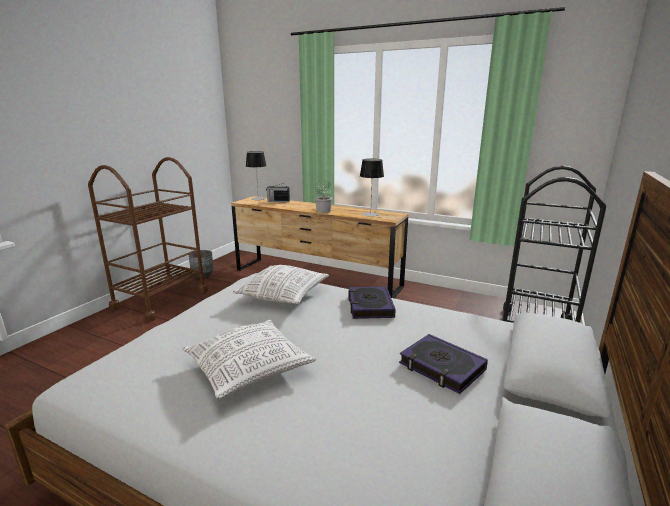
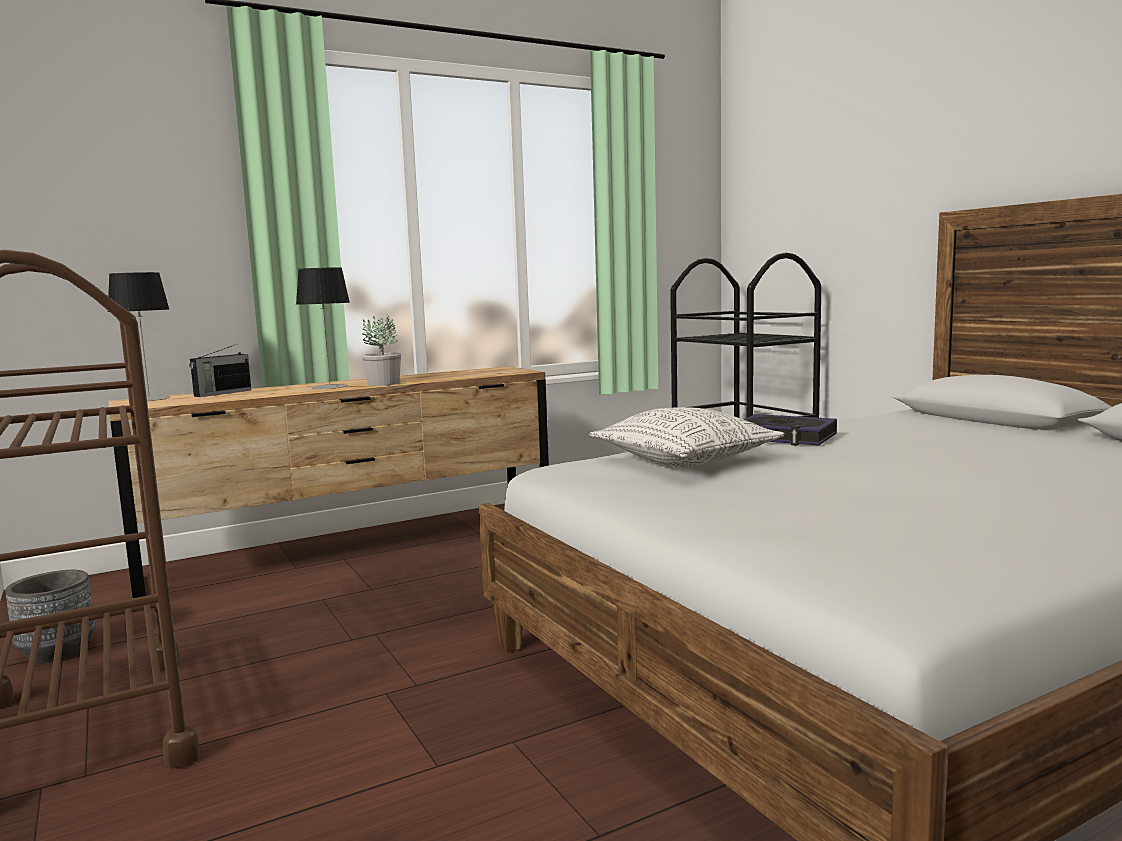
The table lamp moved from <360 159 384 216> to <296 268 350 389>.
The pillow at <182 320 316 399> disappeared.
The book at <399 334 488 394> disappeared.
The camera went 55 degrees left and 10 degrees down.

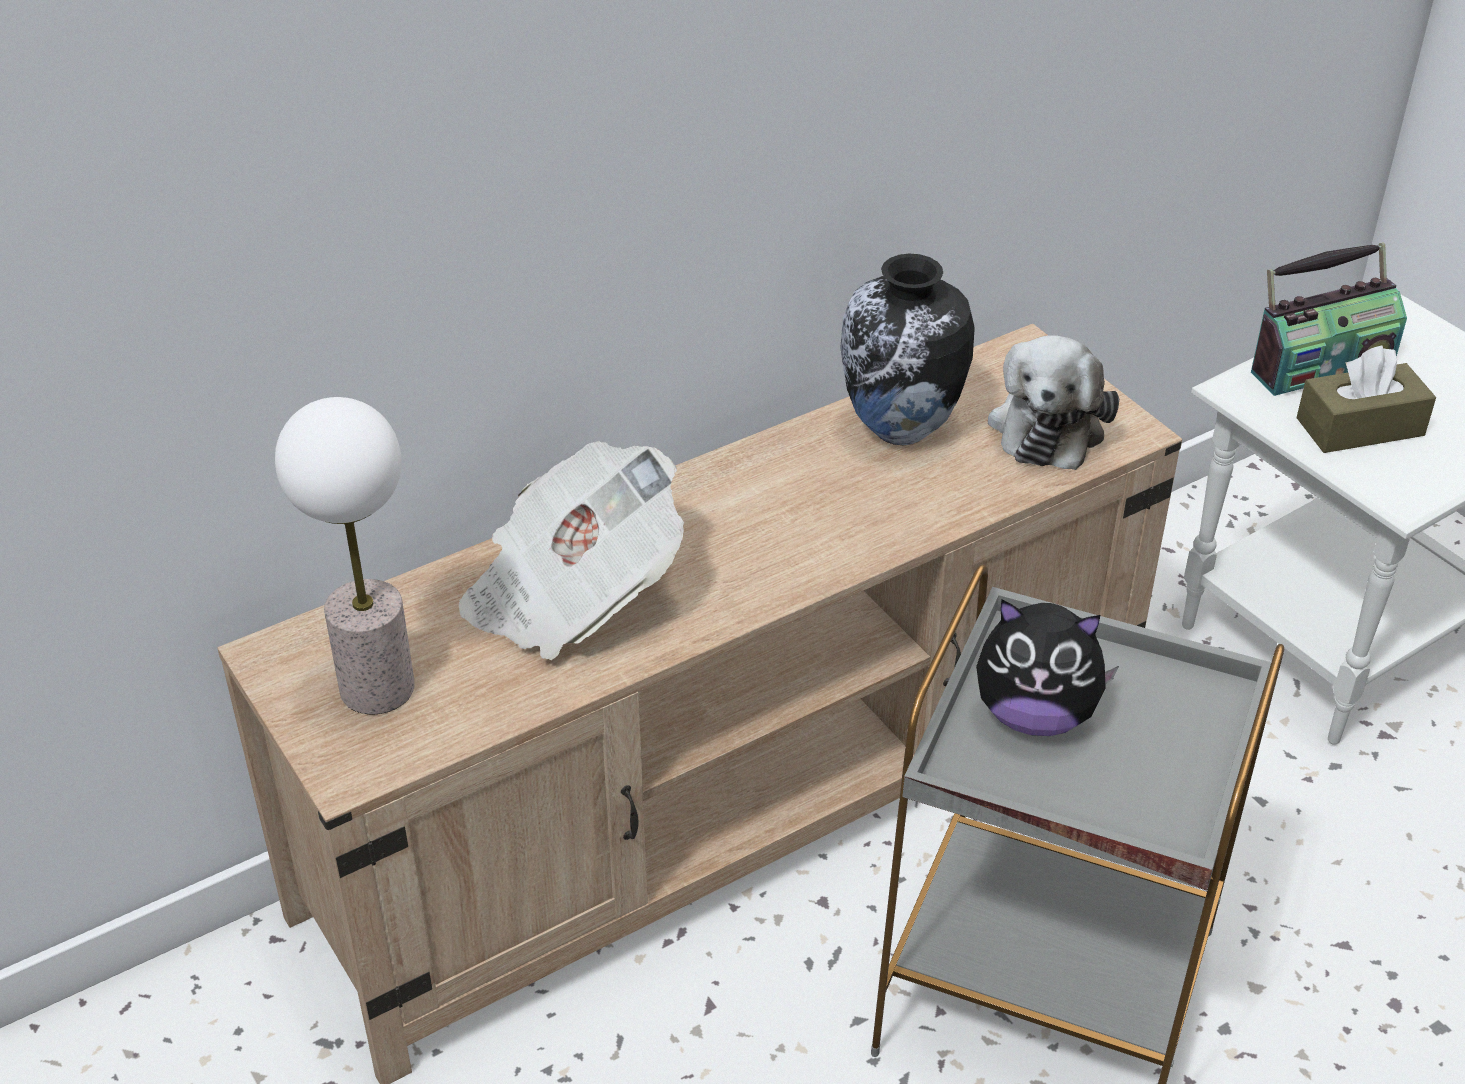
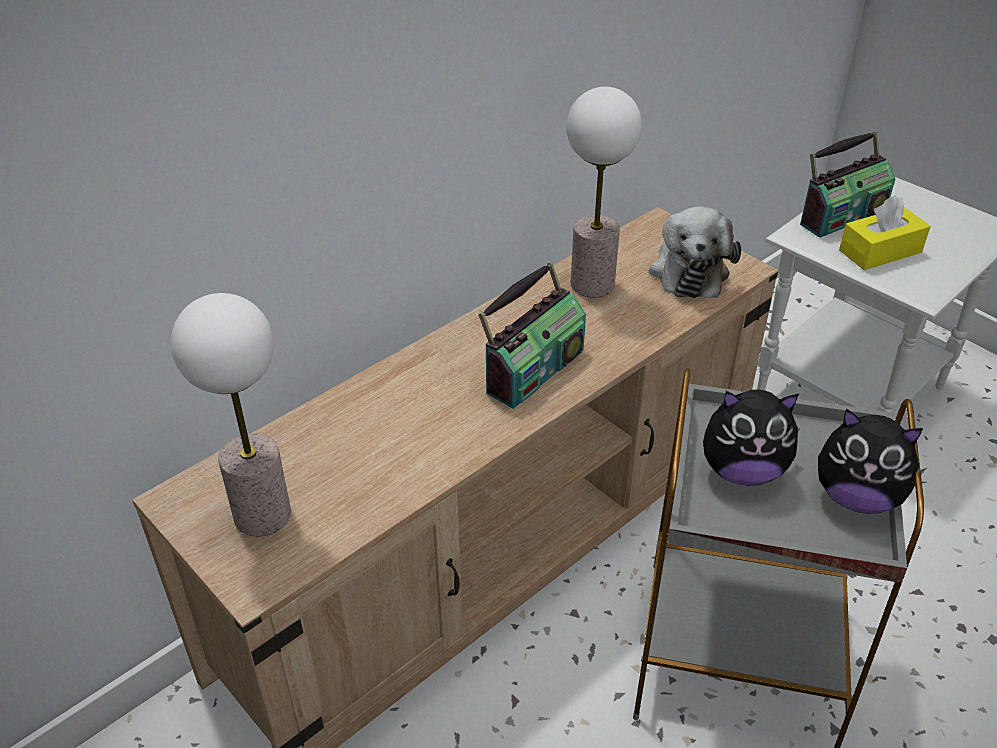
The vase at <840 254 975 445> was replaced by the table lamp at <567 87 642 297>.
The brown tissue box at <1296 345 1436 453> became the yellow tissue box at <839 195 931 270>.
The newspaper at <458 441 684 660> disappeared.
The radio at <479 262 586 409> appeared.
The plush toy at <818 408 926 514> appeared.
The camera went 10 degrees left and 0 degrees up.

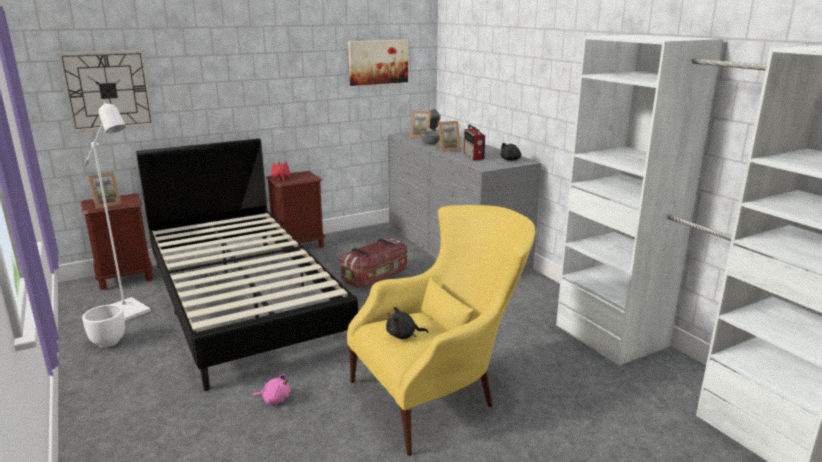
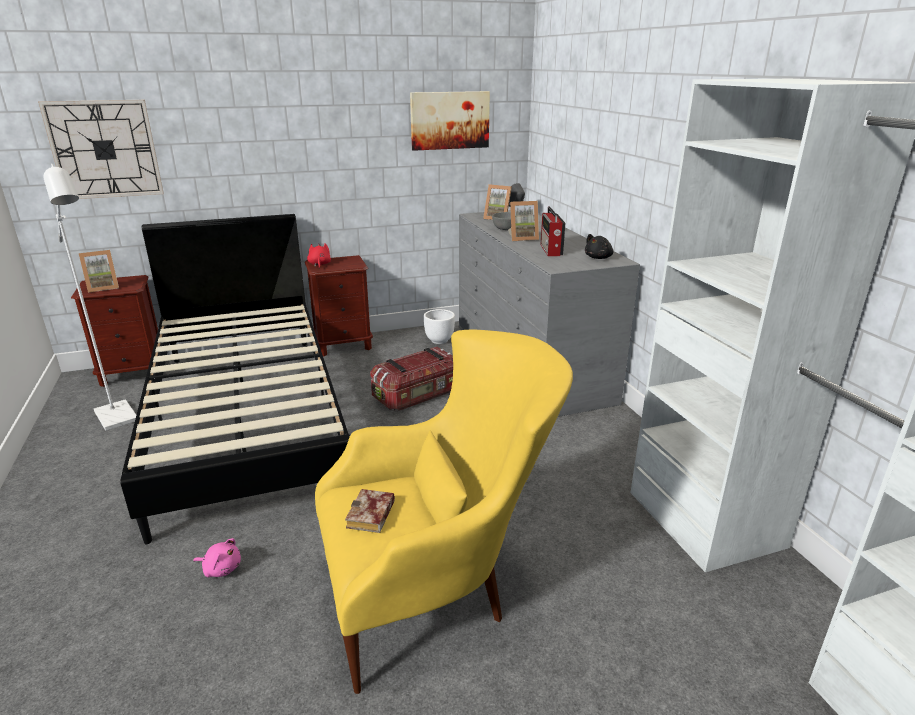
The white planter moved from <82 305 125 347> to <424 309 455 344>.
The black plush toy at <386 307 429 339> was replaced by the book at <345 489 395 533>.
The camera went 10 degrees right and 5 degrees up.

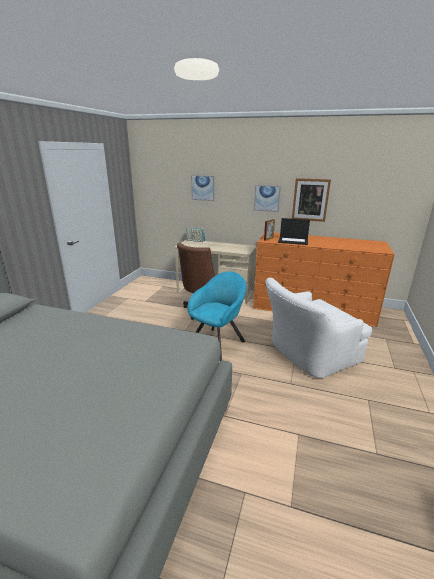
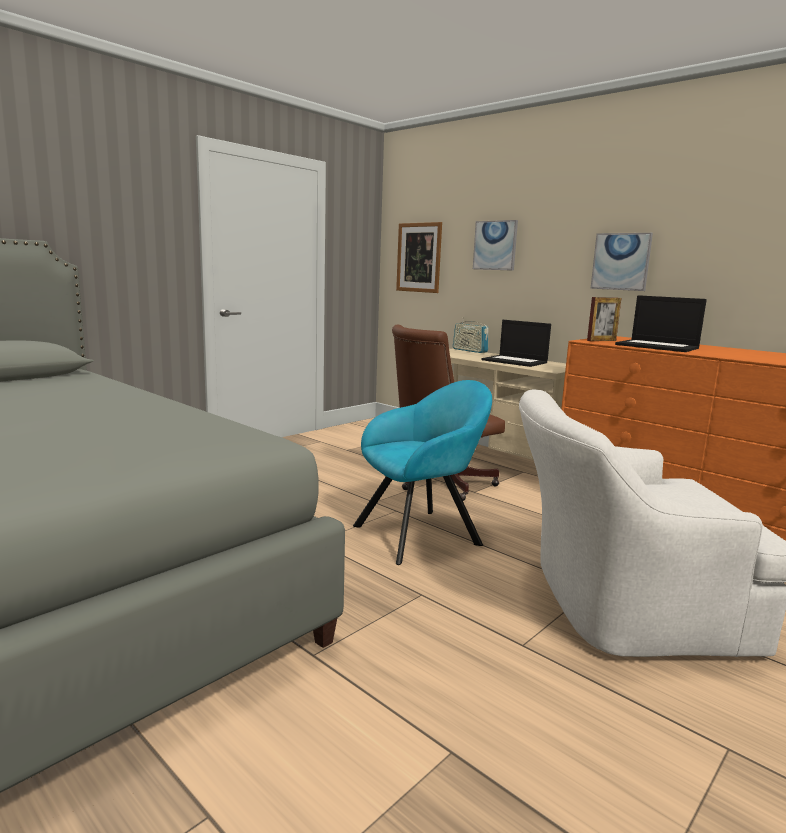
The picture moved from <292 178 331 222> to <396 222 442 293>.
The laptop at <482 320 551 367> appeared.
The camera went 25 degrees right and 10 degrees down.

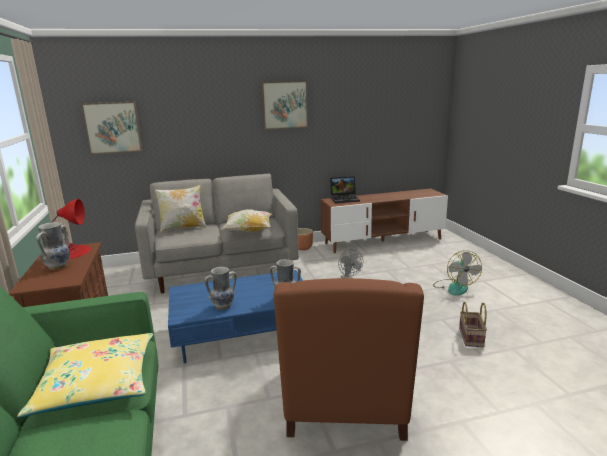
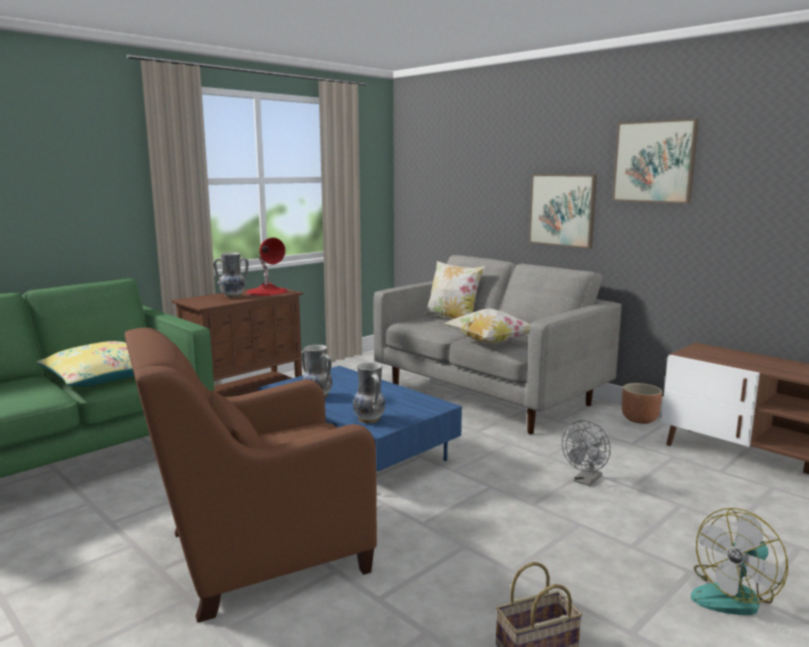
The picture moved from <81 102 142 154> to <529 174 597 249>.
The laptop at <330 176 360 203> disappeared.
The camera went 60 degrees right and 5 degrees down.

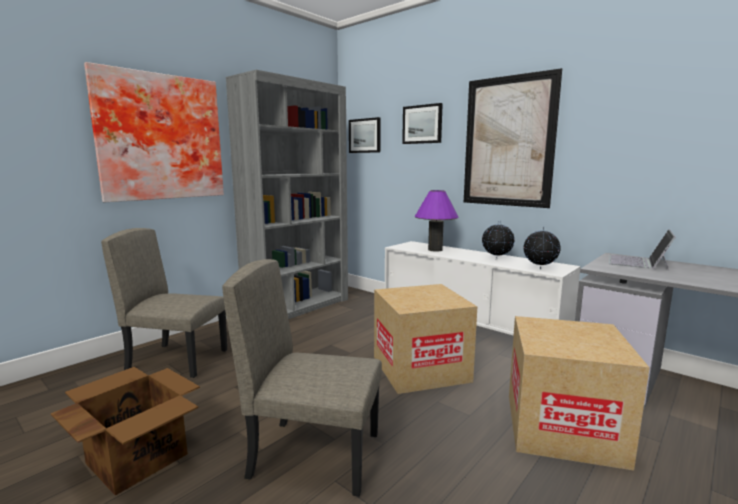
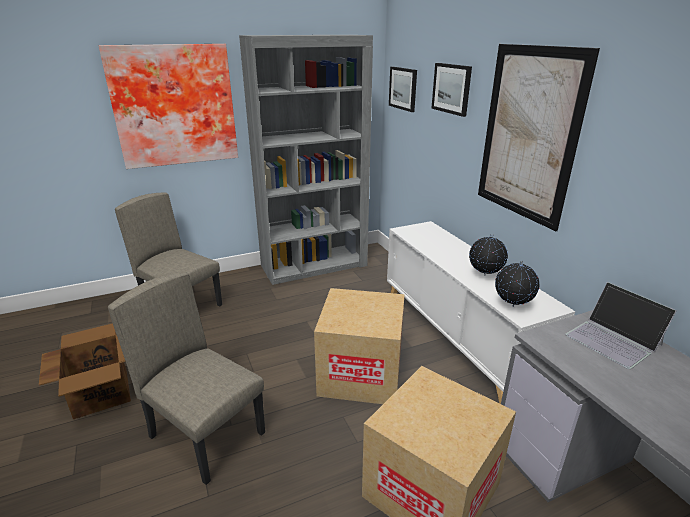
The purple table lamp at <415 190 458 252> disappeared.
The laptop at <609 229 676 271> turned 90 degrees counterclockwise.
The camera went 25 degrees right and 15 degrees up.

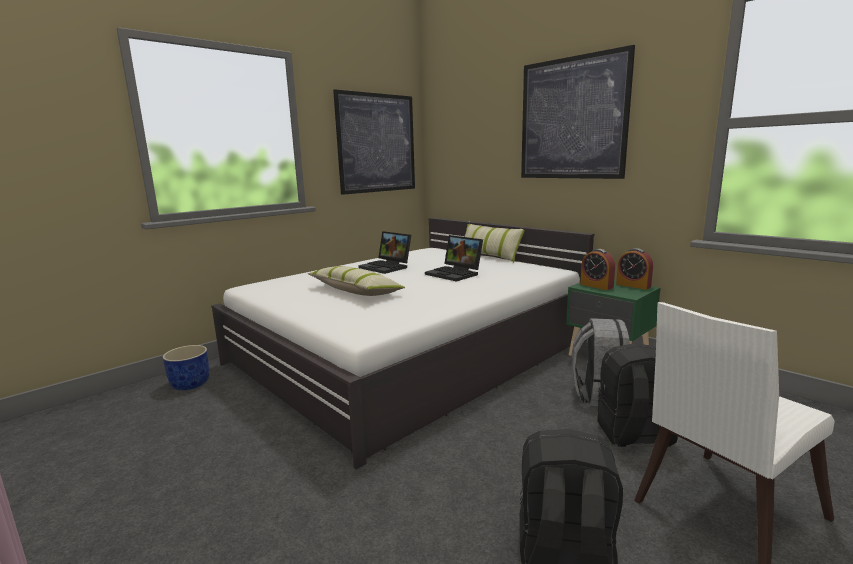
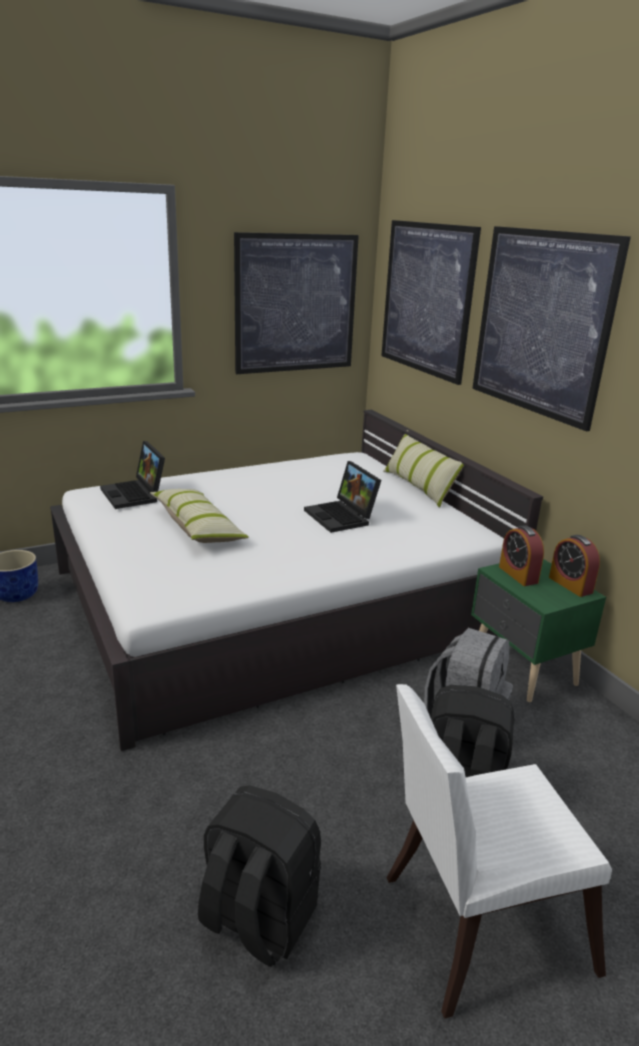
The laptop moved from <358 231 411 274> to <100 441 165 509>.
The picture at <381 220 481 385> appeared.
The camera went 15 degrees right and 10 degrees up.

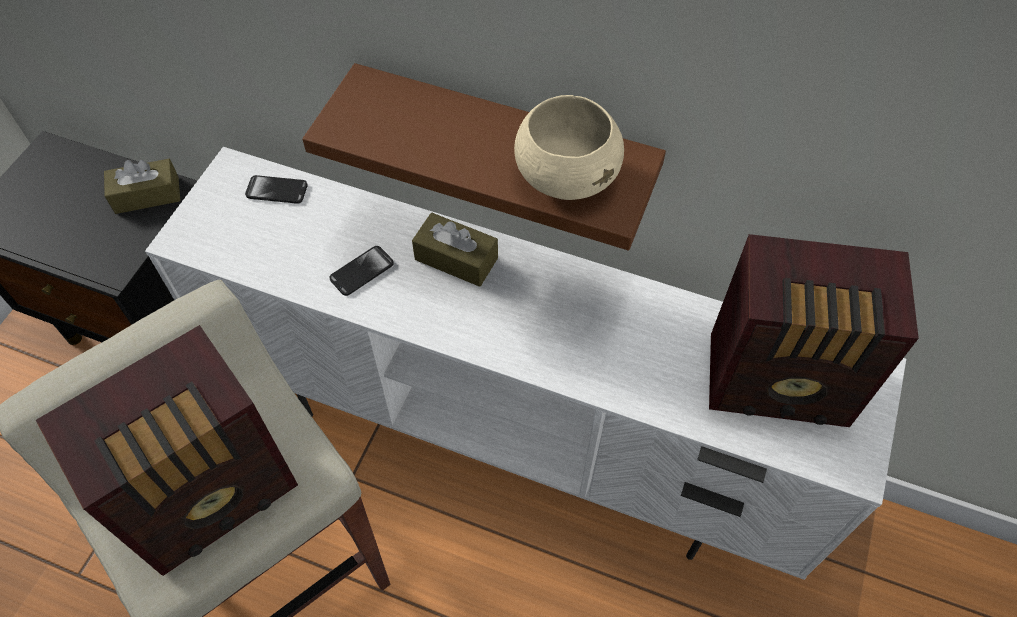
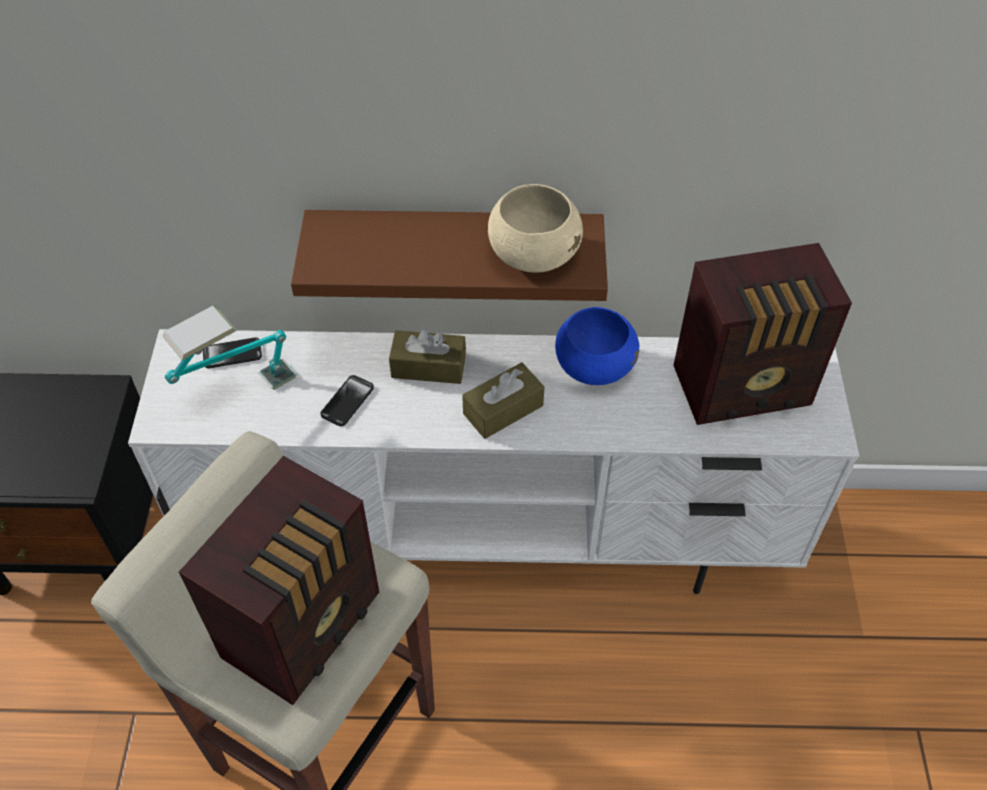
The brown tissue box moved from <104 159 180 214> to <462 362 544 439>.
The table lamp at <163 306 296 390> appeared.
The blue bowl at <555 307 639 385> appeared.
The camera went 20 degrees left and 5 degrees down.

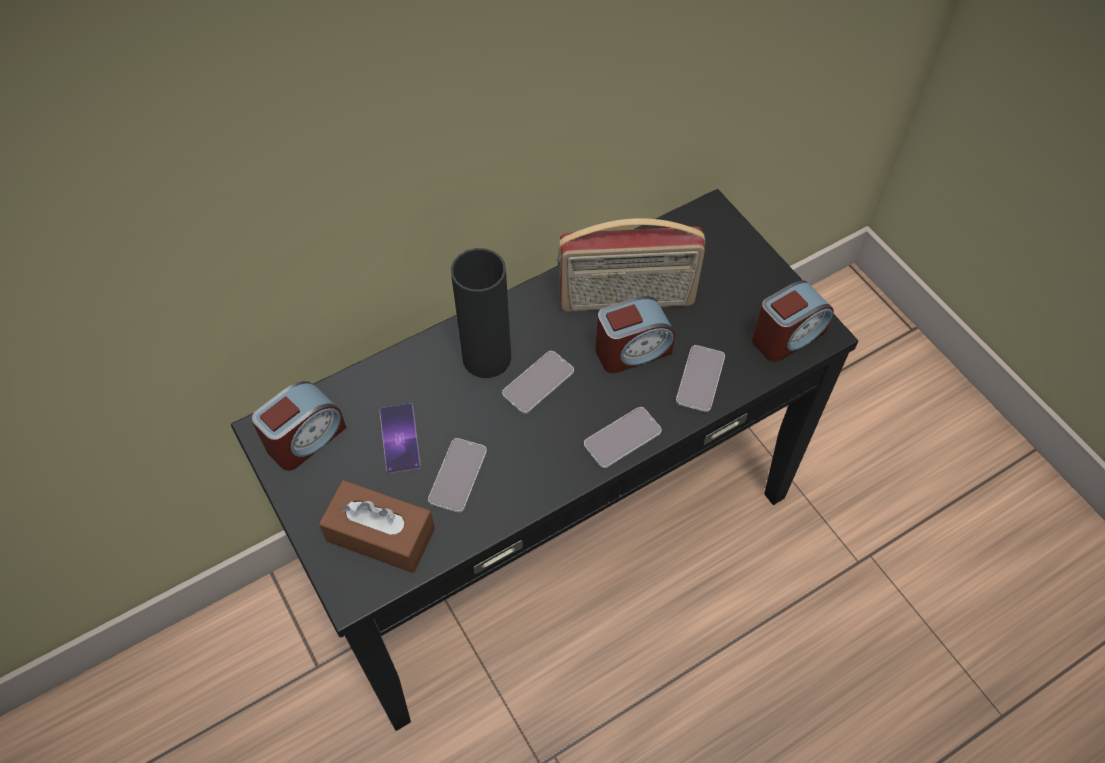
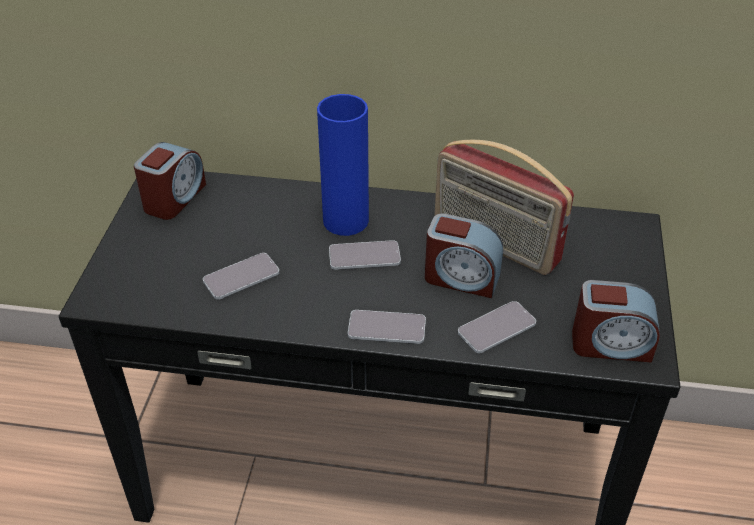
The black vase at <451 248 511 378> became the blue vase at <317 94 369 236>.
The alarm clock at <251 381 346 471> turned 60 degrees counterclockwise.
The phone at <380 404 421 474> disappeared.
The brown tissue box at <319 480 435 573> disappeared.
The camera went 40 degrees right and 15 degrees down.

